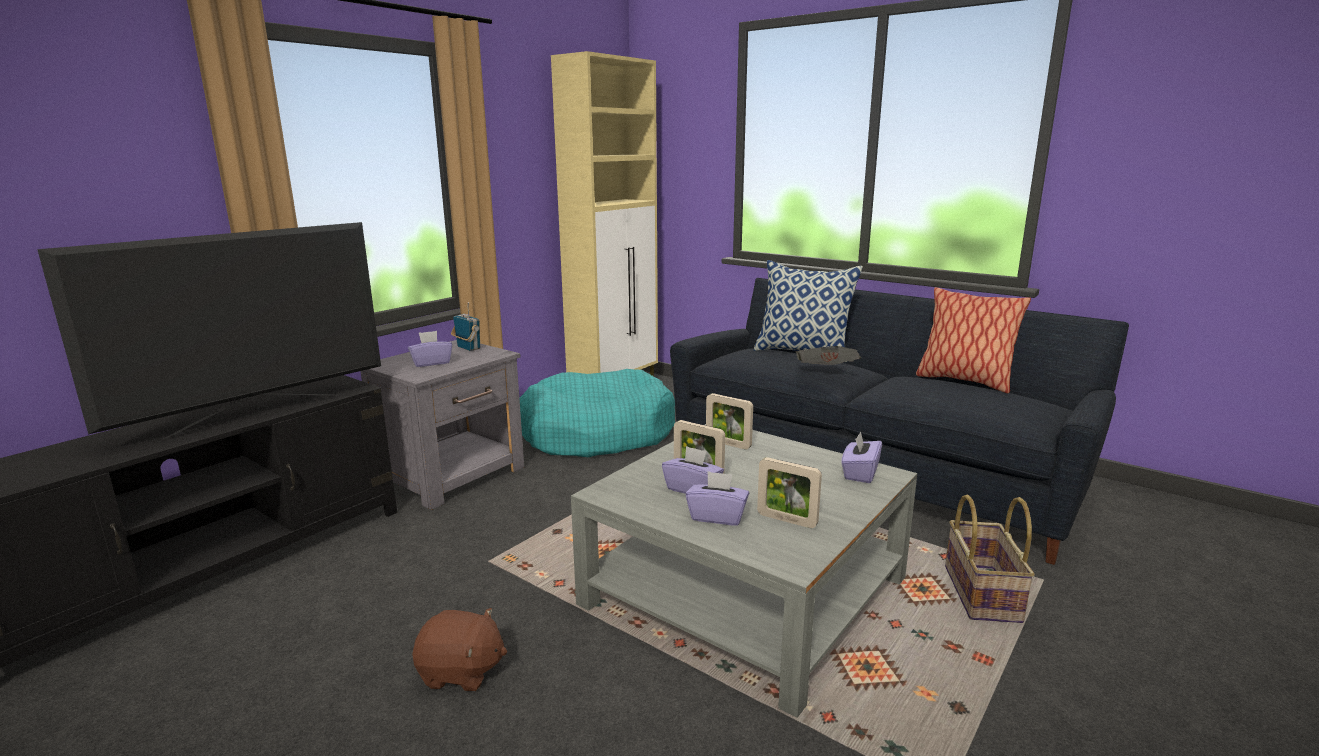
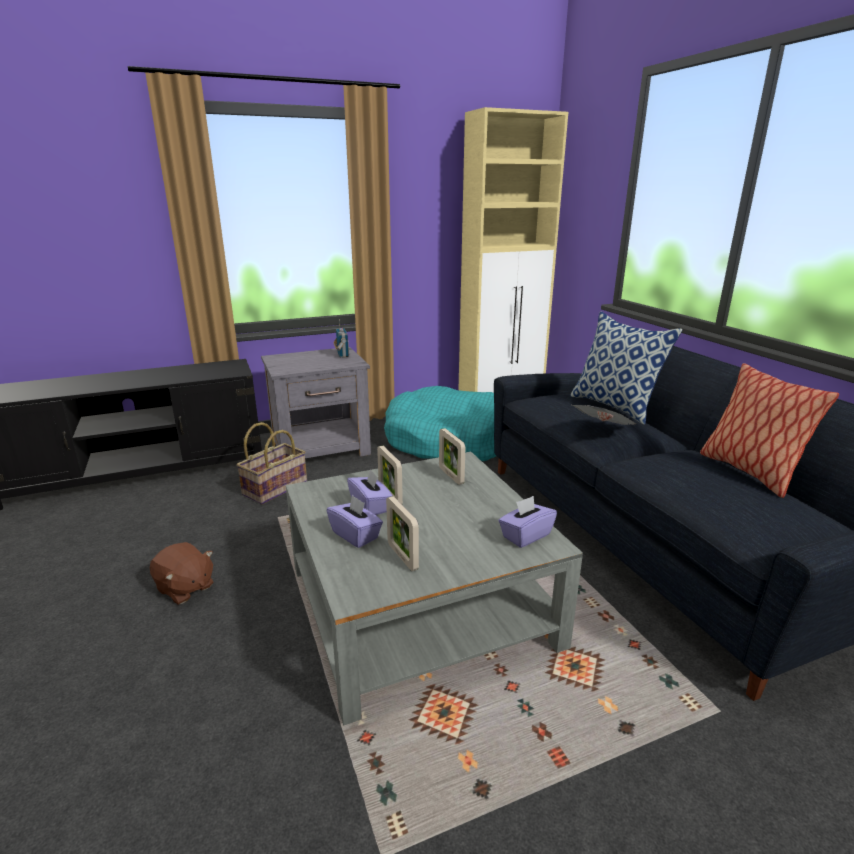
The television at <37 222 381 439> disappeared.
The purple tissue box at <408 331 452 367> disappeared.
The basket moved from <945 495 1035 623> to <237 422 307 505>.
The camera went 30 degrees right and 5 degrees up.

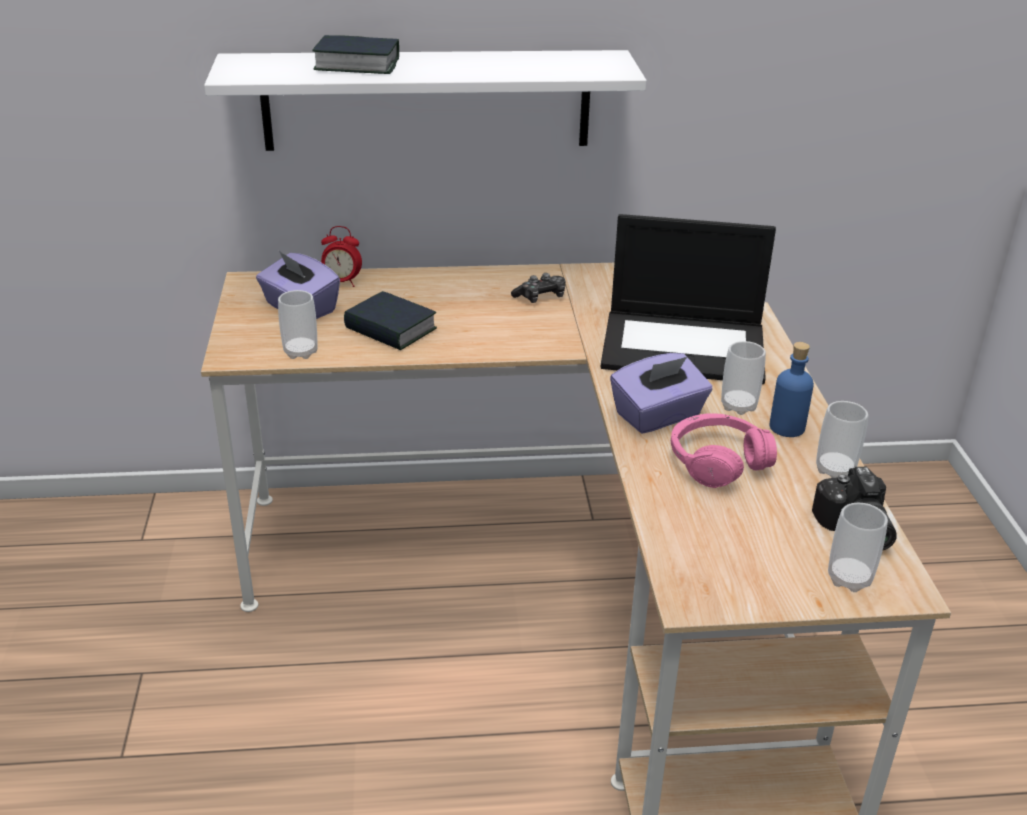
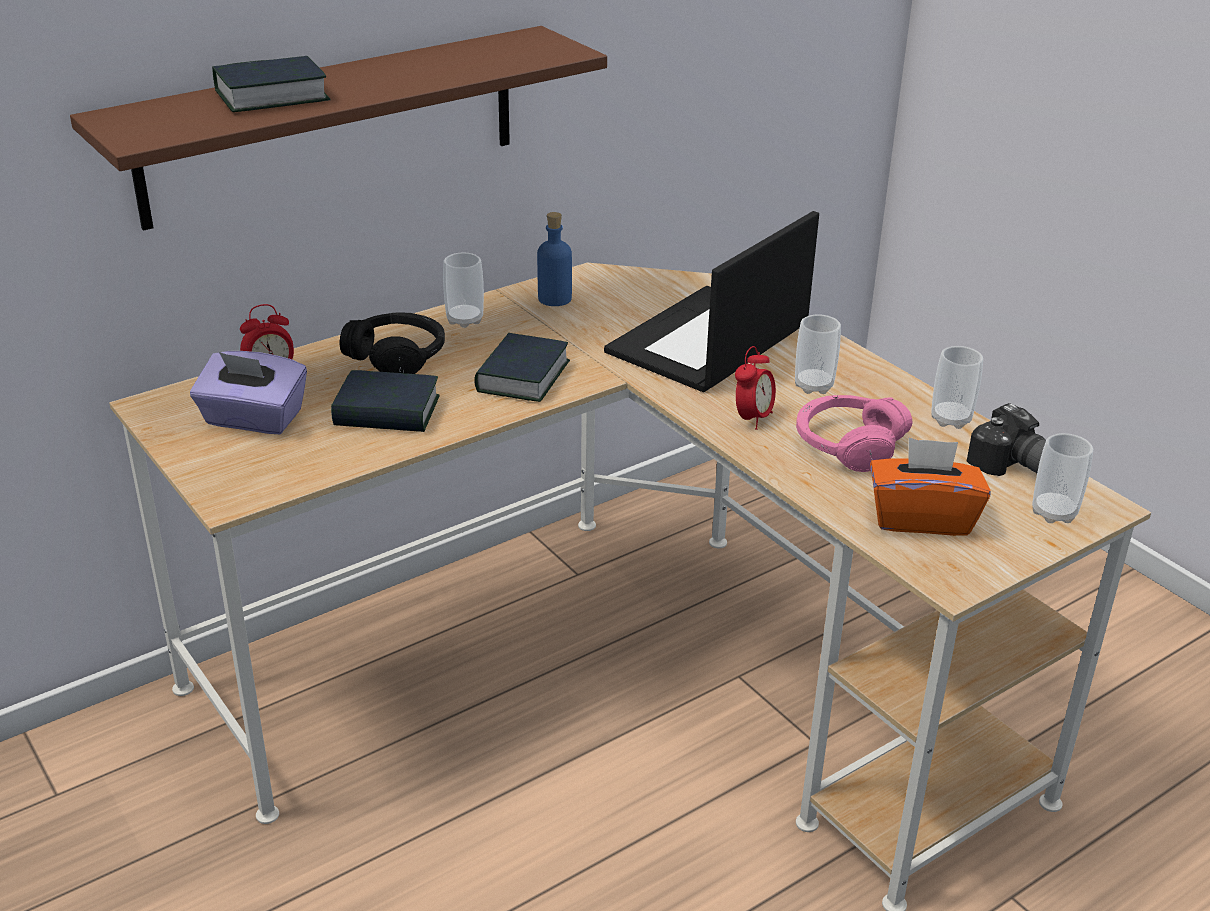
The white shelf at <204 50 647 151> became the brown shelf at <70 26 607 231>.
The laptop at <601 214 776 384> turned 150 degrees clockwise.
The game controller at <511 273 565 303> disappeared.
The cup moved from <278 290 317 359> to <443 252 484 328>.
The blue bottle moved from <769 342 814 437> to <537 212 572 306>.
The purple tissue box at <610 353 713 434> was replaced by the alarm clock at <735 346 776 430>.
The black headphones at <340 312 445 374> appeared.
The book at <474 333 570 402> appeared.
The orange tissue box at <870 437 991 536> appeared.
The camera went 30 degrees left and 0 degrees up.

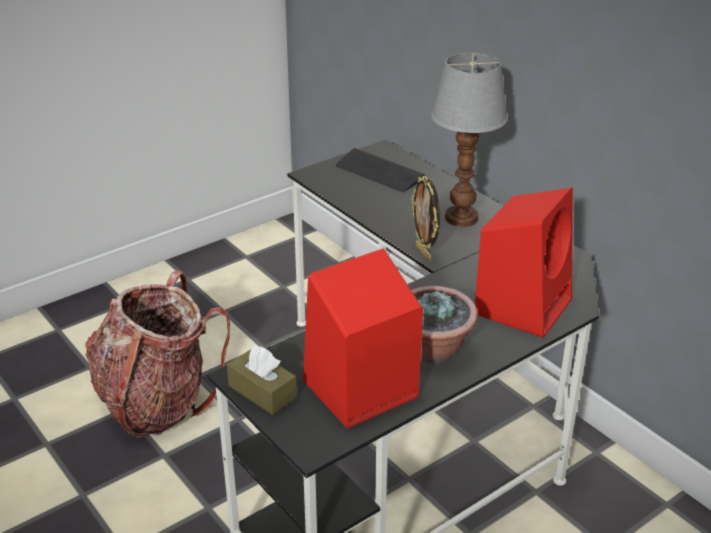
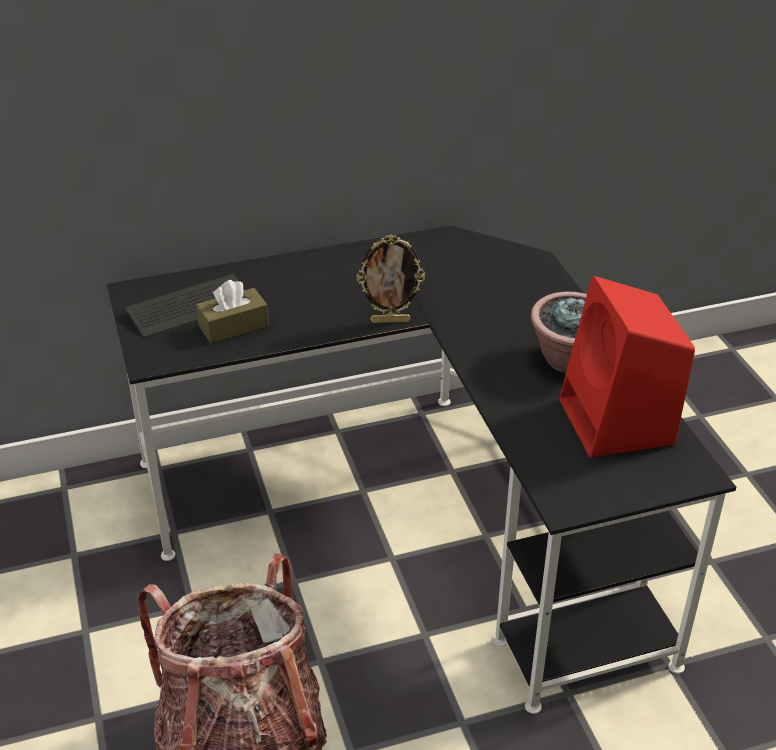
The table lamp at <431 52 508 227> disappeared.
The red speaker at <475 188 573 338> disappeared.
The brown tissue box moved from <227 346 297 415> to <196 280 269 343>.
The camera went 70 degrees left and 5 degrees up.

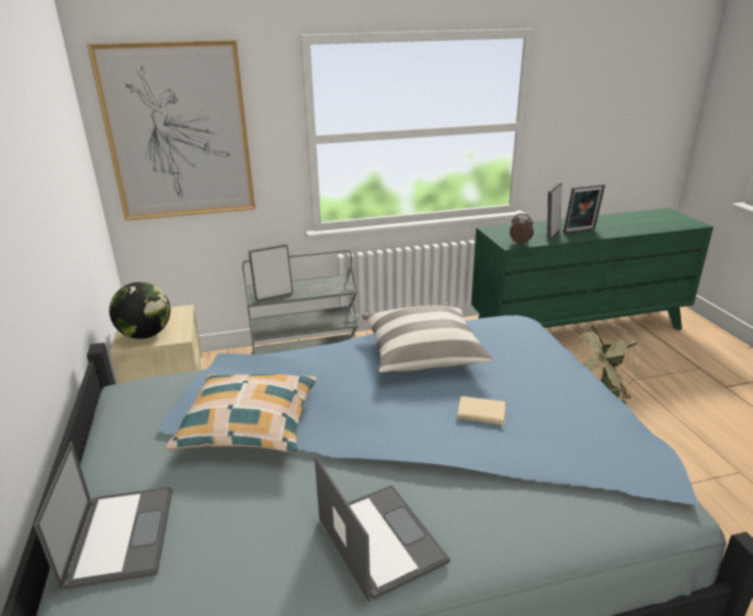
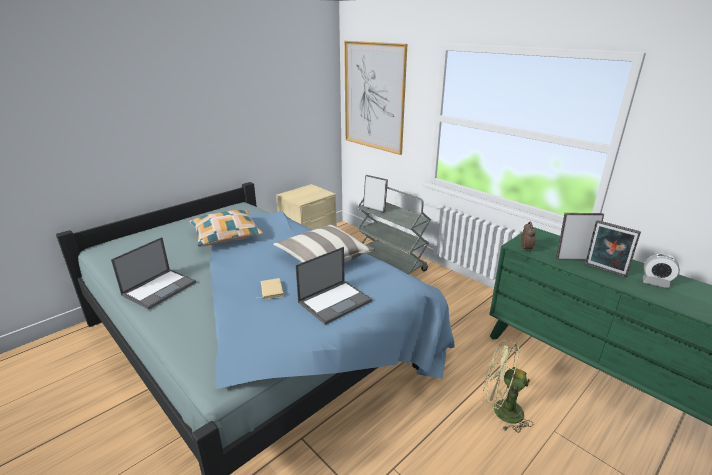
The globe at <109 282 170 339> disappeared.
The laptop moved from <34 441 172 590> to <295 247 372 325>.
The alarm clock at <643 254 680 288> appeared.
The camera went 60 degrees right and 0 degrees up.

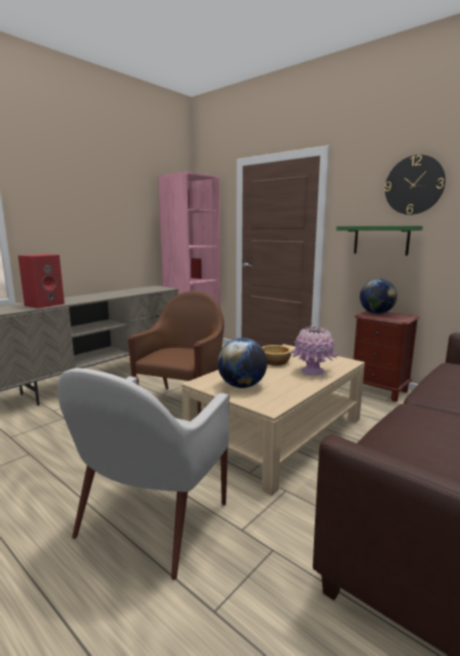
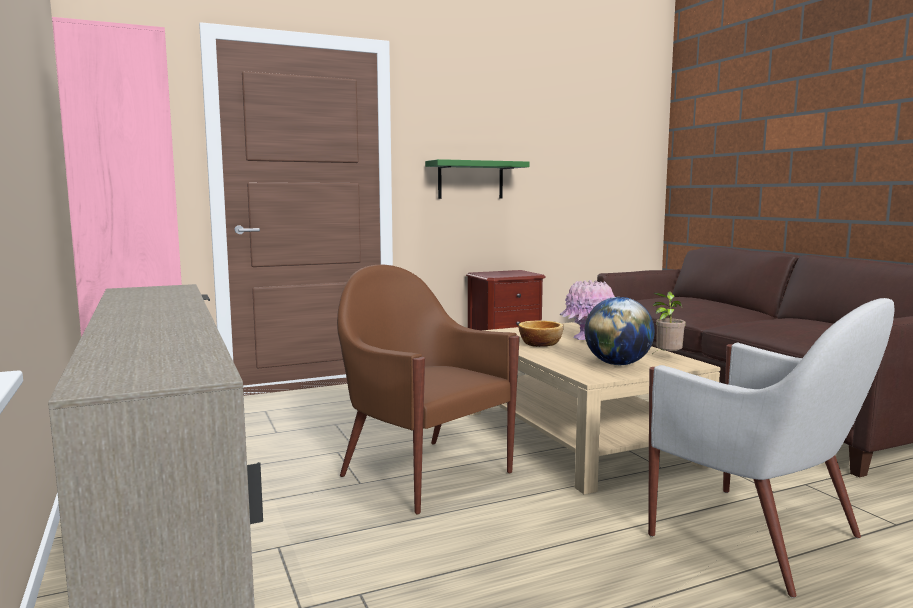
The wall clock at <385 155 446 215> disappeared.
The red speaker at <18 254 65 309> disappeared.
The globe at <360 279 397 314> disappeared.
The potted plant at <653 291 686 352> appeared.
The camera went 65 degrees left and 5 degrees down.

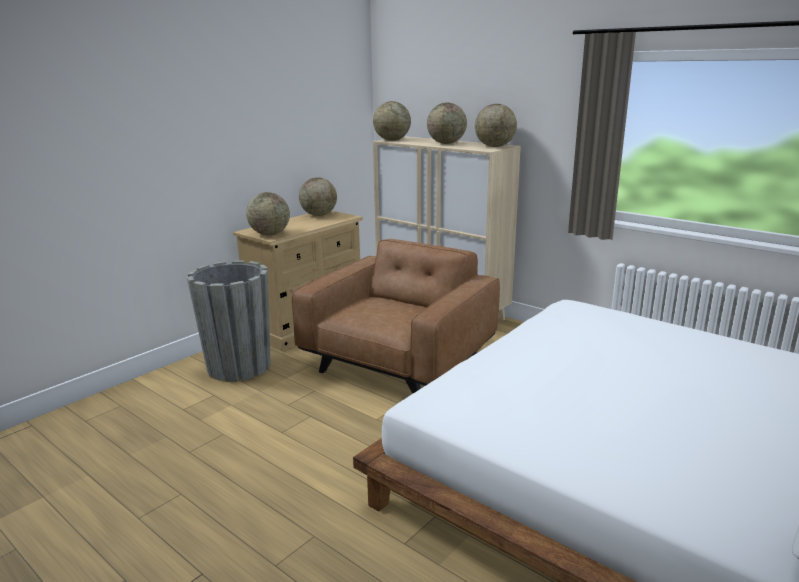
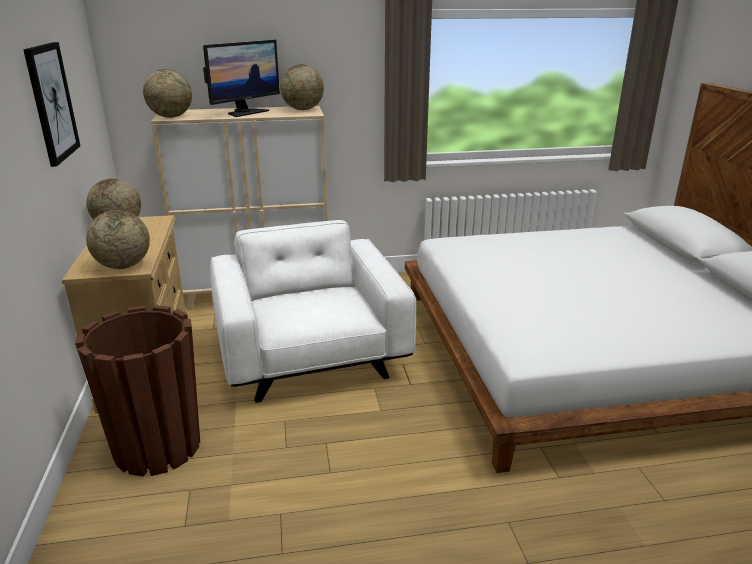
The globe at <427 102 467 144> was replaced by the monitor at <203 40 280 117>.
The brown armchair at <292 239 500 394> became the white armchair at <210 220 416 403>.
The grey planter at <187 261 271 382> became the brown planter at <75 305 200 477>.
The picture at <23 42 80 167> appeared.
The camera went 50 degrees left and 5 degrees up.

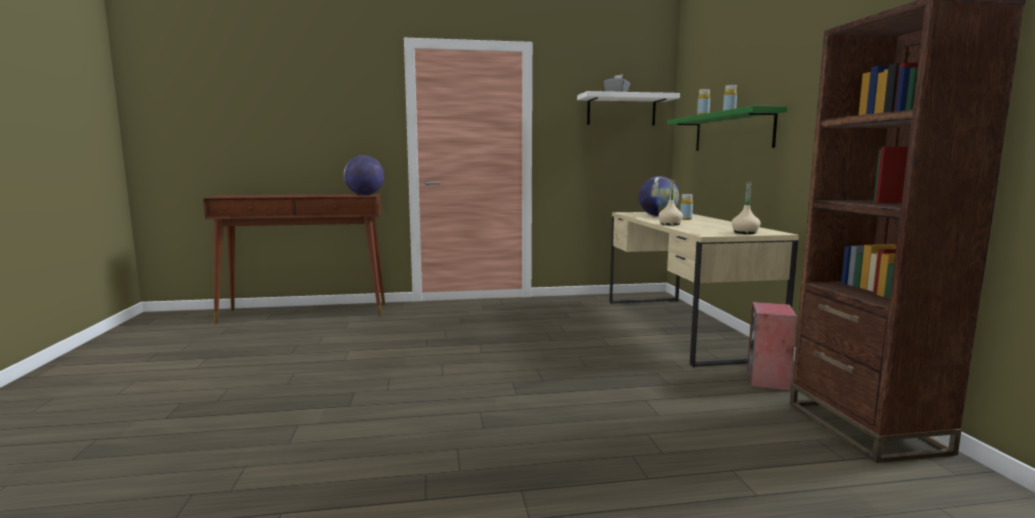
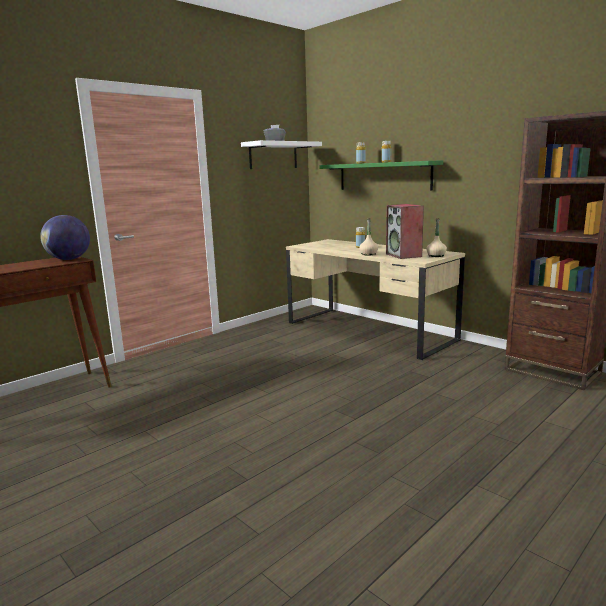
The globe at <638 176 679 216> disappeared.
The speaker moved from <747 302 797 391> to <386 204 424 259>.
The camera went 35 degrees left and 5 degrees up.

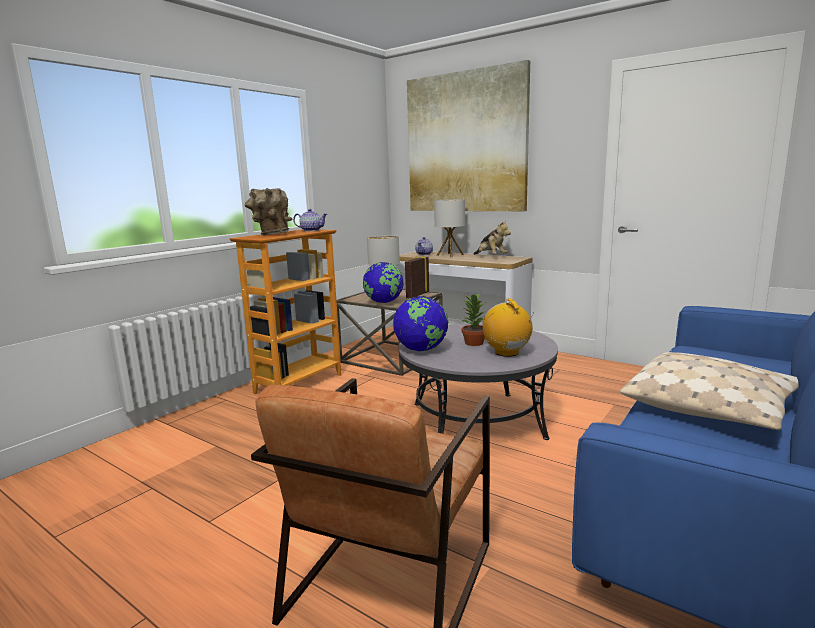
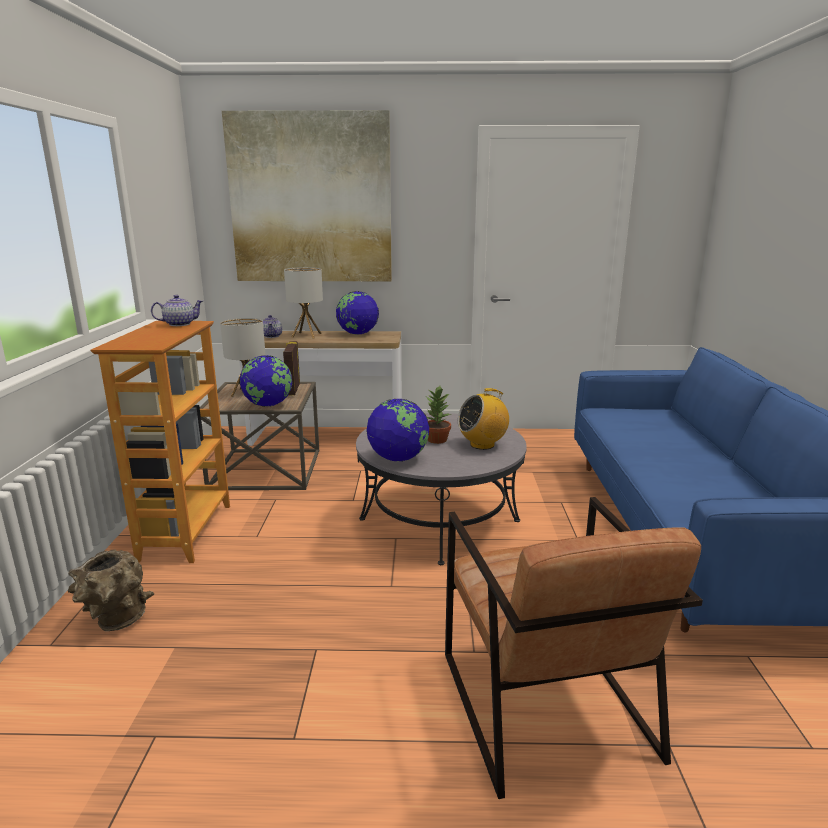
The brown vase moved from <245 188 293 235> to <68 549 155 631>.
The plush toy at <474 220 511 255> was replaced by the globe at <336 291 379 335>.
The radio at <482 298 534 357> turned 60 degrees counterclockwise.
The beige pillow at <620 352 799 430> disappeared.
The camera went 35 degrees left and 5 degrees up.

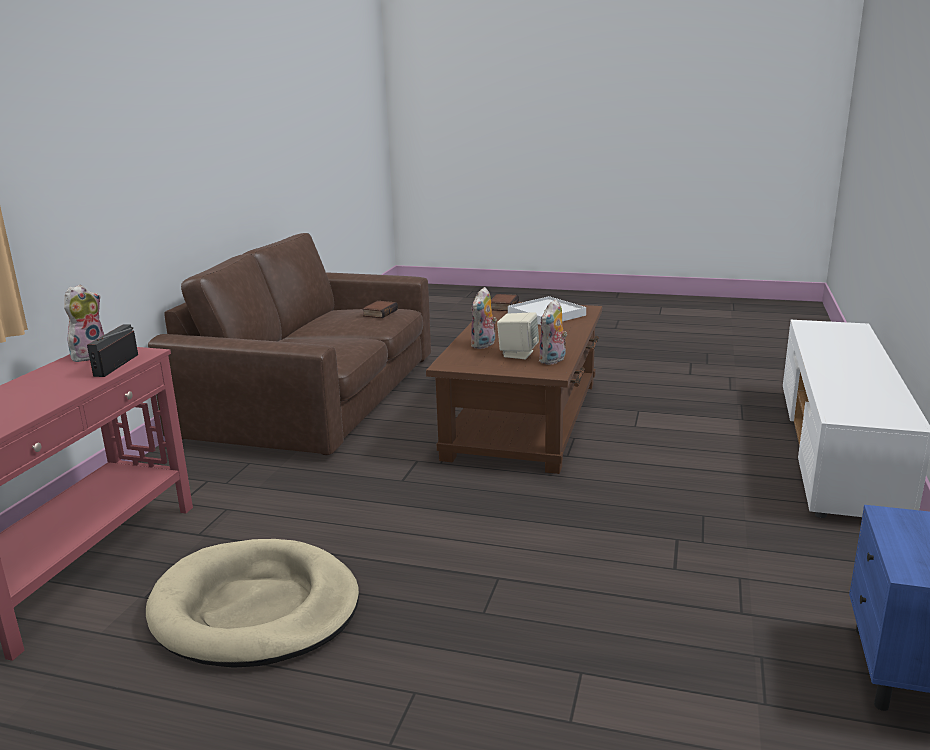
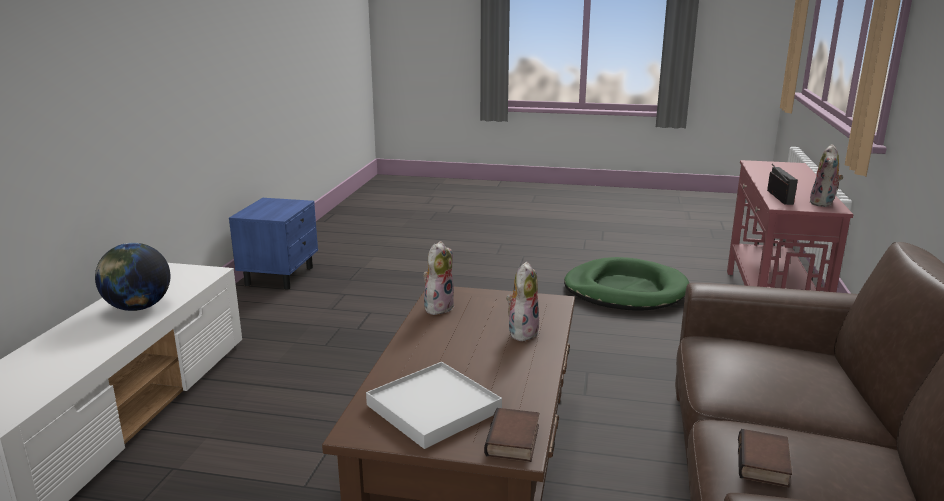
The beige speaker at <497 313 539 359> disappeared.
The beige dog bed at <146 539 359 668> became the green dog bed at <564 257 689 311>.
The globe at <95 243 170 311> appeared.
The camera went 175 degrees right and 0 degrees up.

